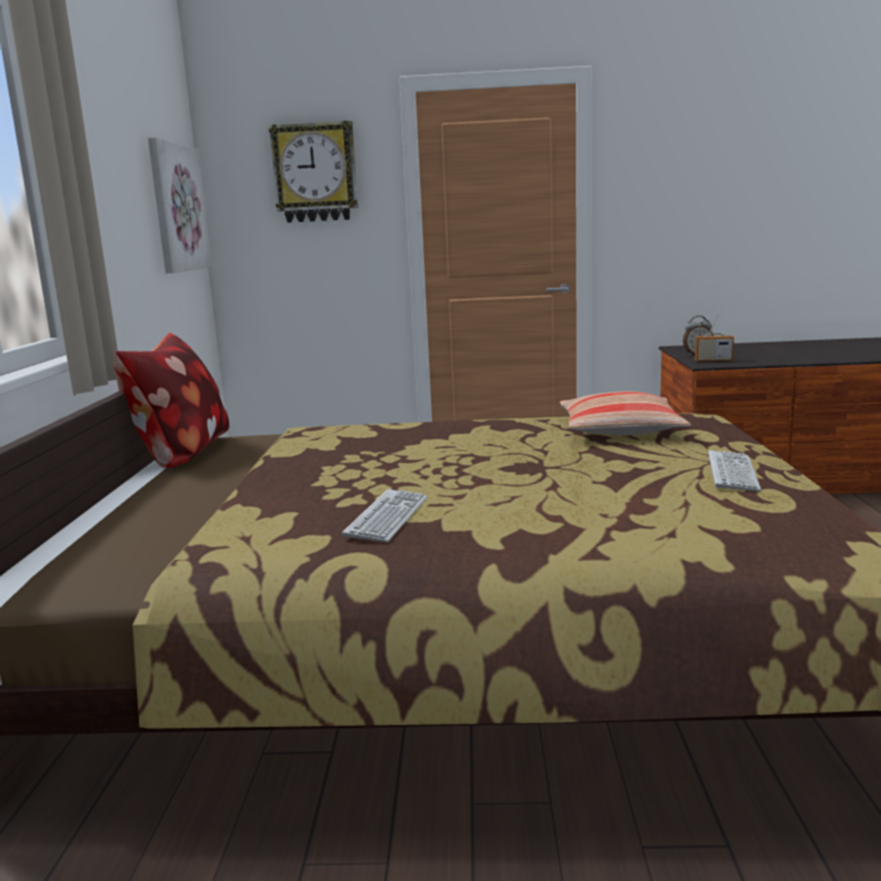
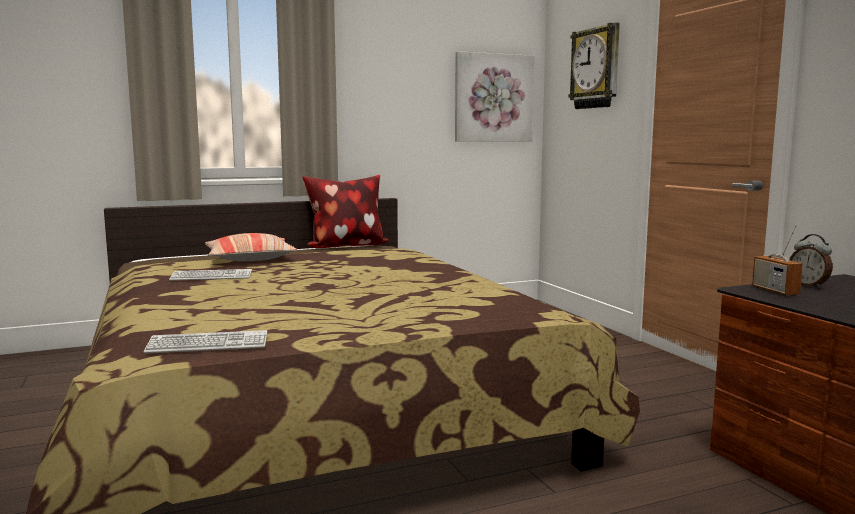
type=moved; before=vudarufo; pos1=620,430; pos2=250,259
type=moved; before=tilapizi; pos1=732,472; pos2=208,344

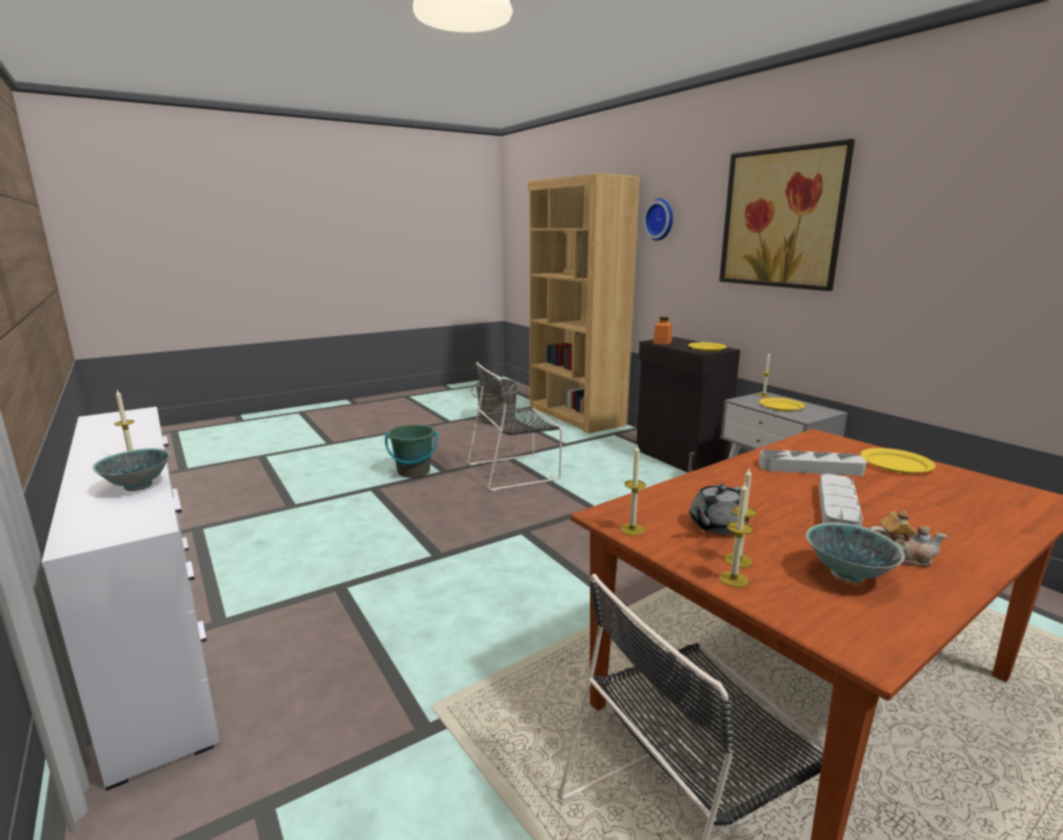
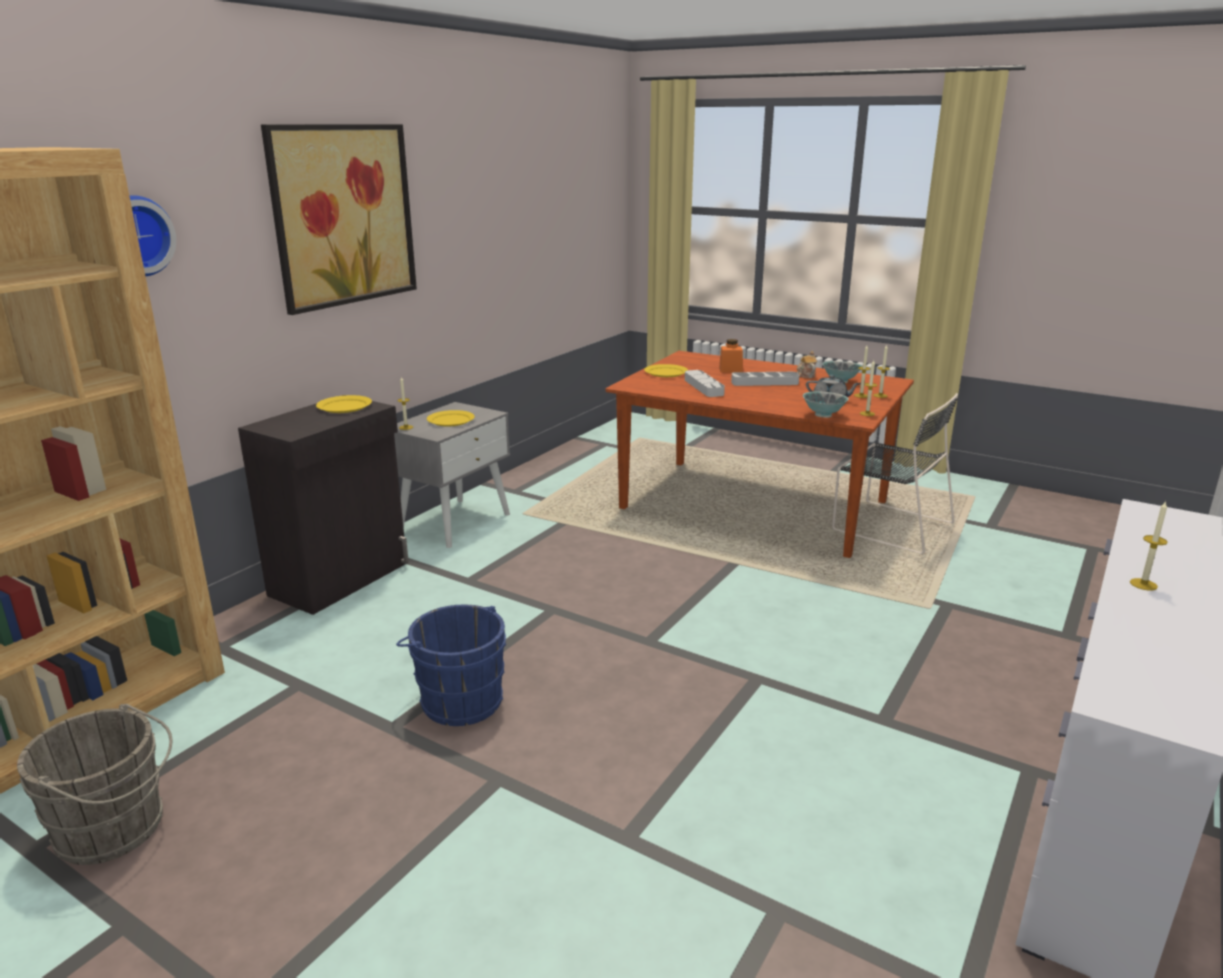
type=moved; before=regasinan; pos1=138,486; pos2=823,416
type=removed; before=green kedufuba; pos1=413,472
type=replaced; before=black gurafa; after=blue kedufuba; pos1=516,471; pos2=459,699
type=moved; before=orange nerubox; pos1=662,342; pos2=730,370

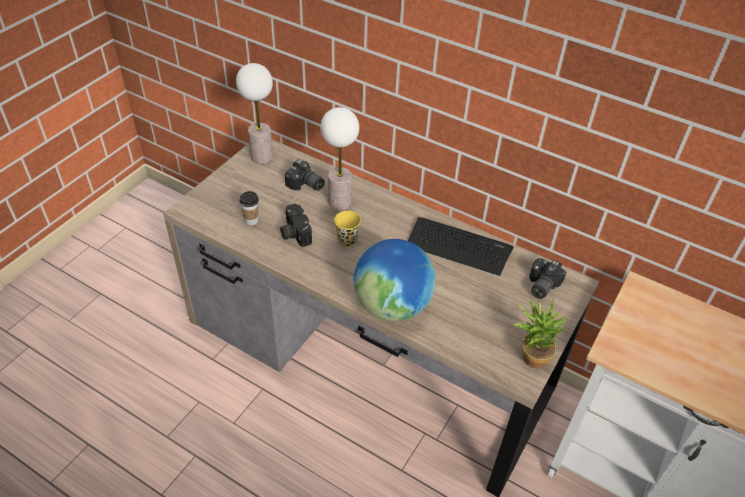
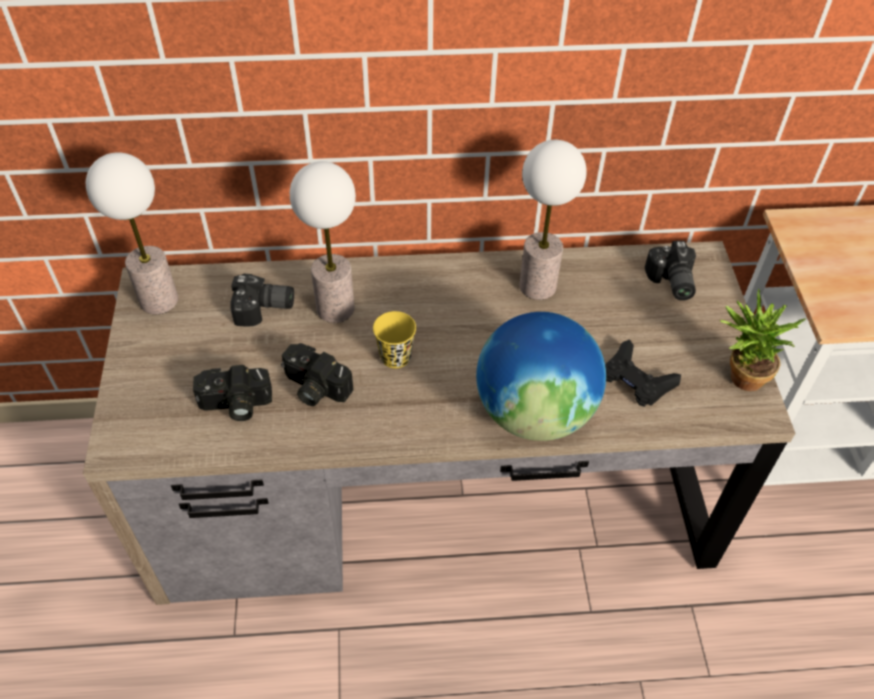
type=replaced; before=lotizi; after=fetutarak; pos1=251,220; pos2=235,405
type=replaced; before=tilapizi; after=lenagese; pos1=458,246; pos2=538,285
type=added; after=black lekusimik; pos2=636,379

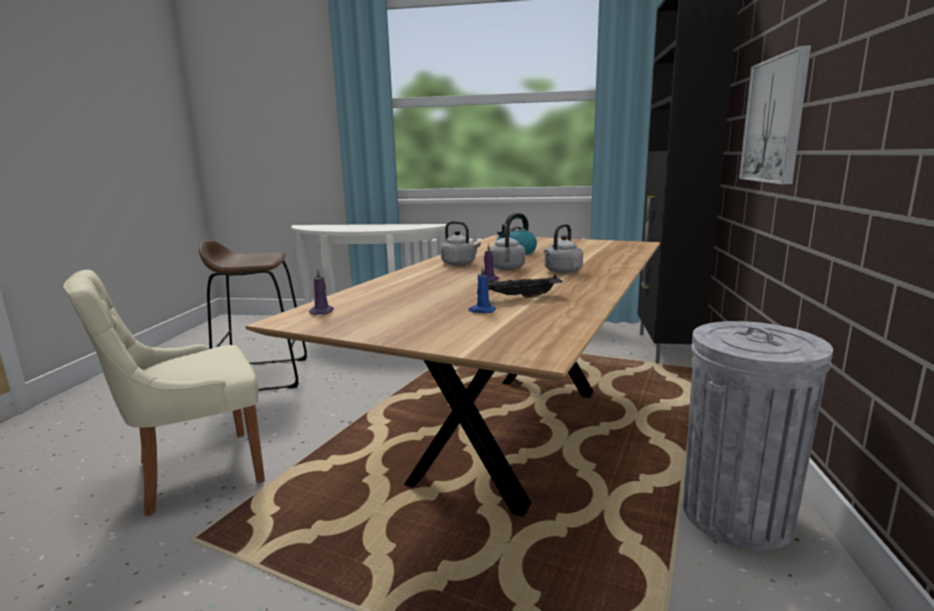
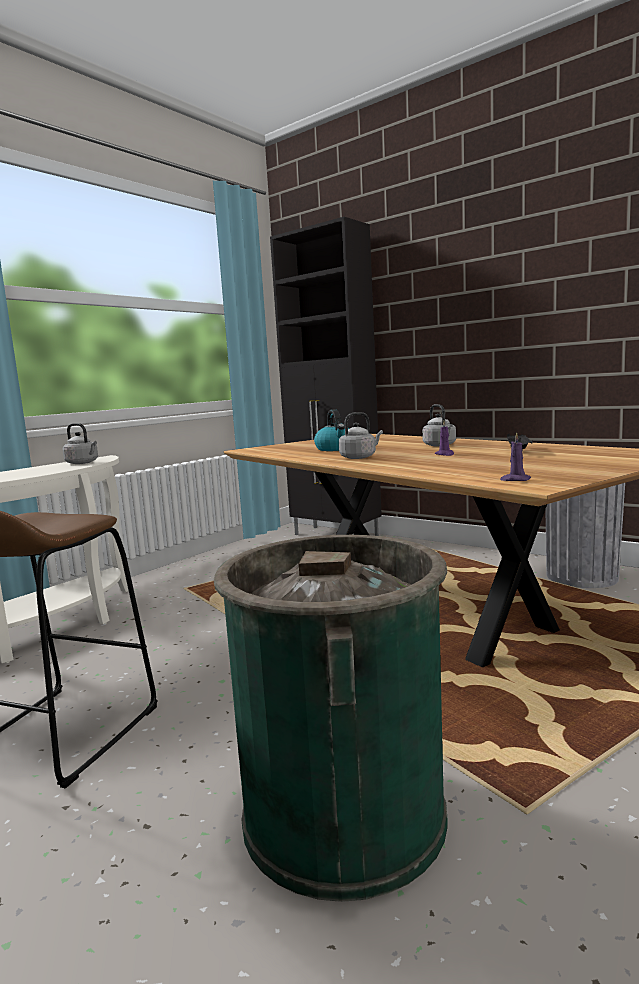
type=replaced; before=beige gurafa; after=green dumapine; pos1=194,472; pos2=343,813
type=removed; before=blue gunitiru; pos1=481,311
type=moved; before=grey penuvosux; pos1=507,268; pos2=83,463
type=removed; before=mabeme; pos1=774,120

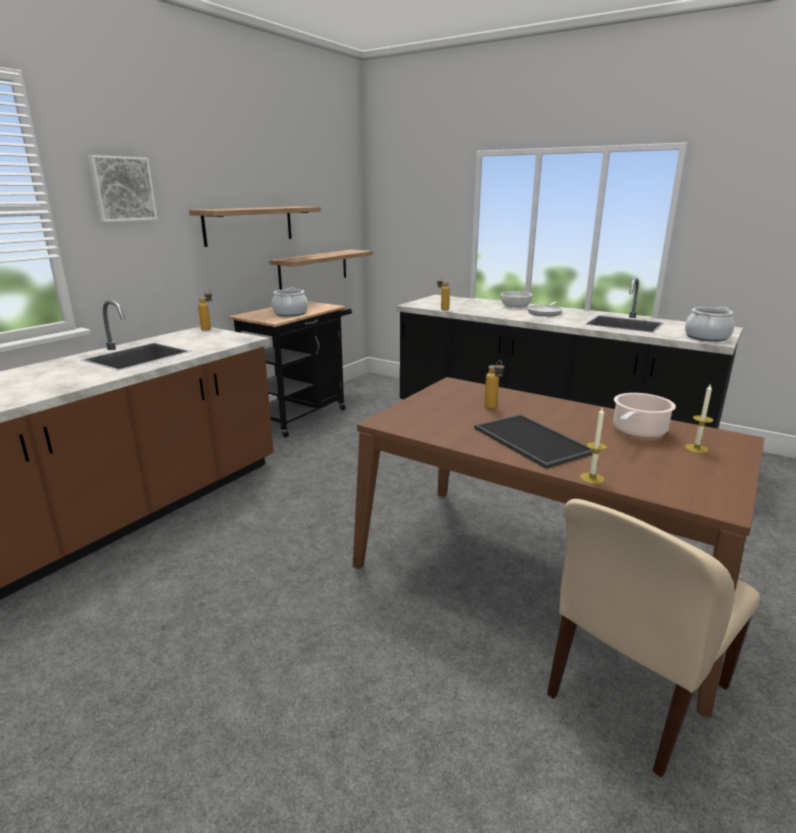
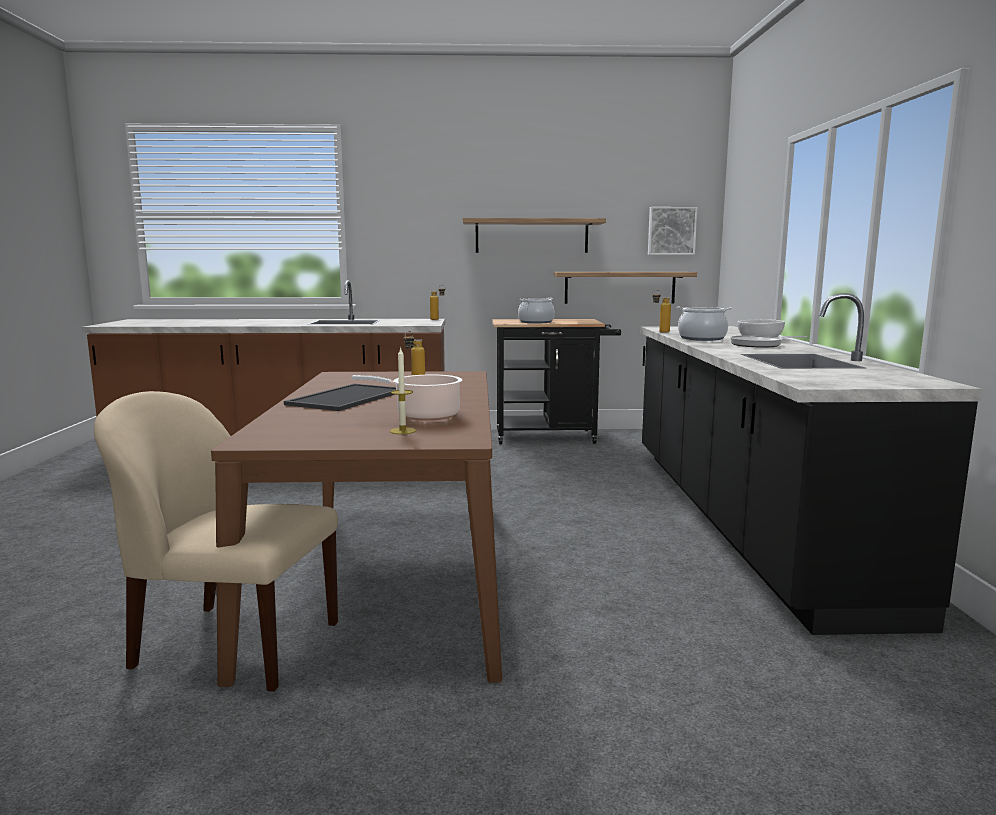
type=moved; before=mabeme; pos1=122,189; pos2=671,231
type=removed; before=gunitiru; pos1=592,478
type=moved; before=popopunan; pos1=707,337; pos2=702,338

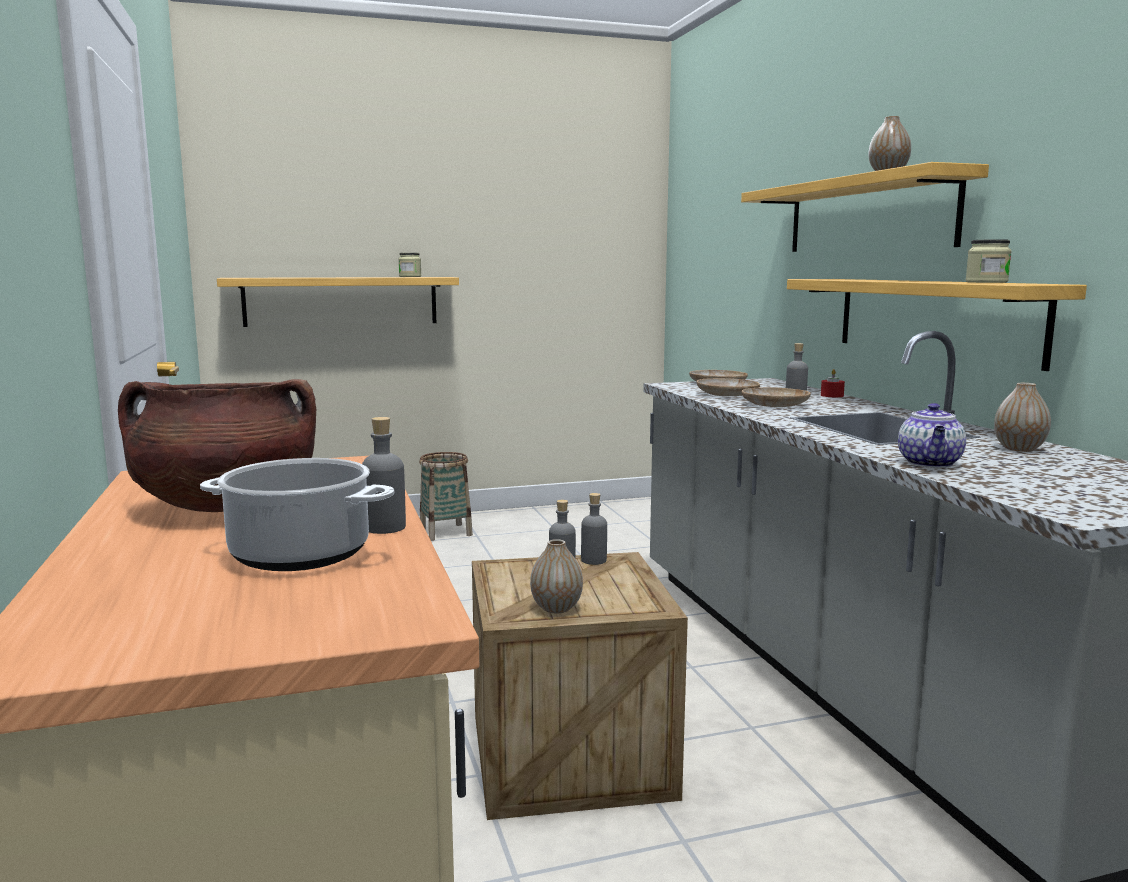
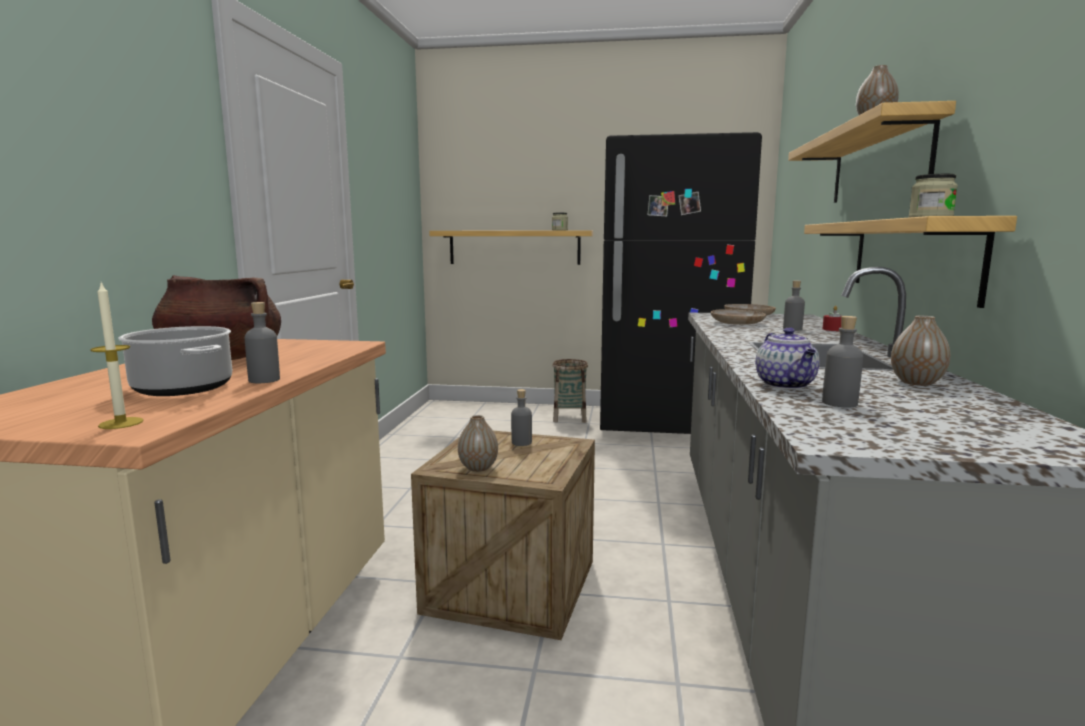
type=moved; before=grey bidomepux; pos1=594,560; pos2=839,403
type=removed; before=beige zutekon; pos1=774,405
type=turned; before=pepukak; pos1=930,464; pos2=786,385; turn=-45
type=added; after=gunitiru; pos2=121,423
type=added; after=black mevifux; pos2=666,423

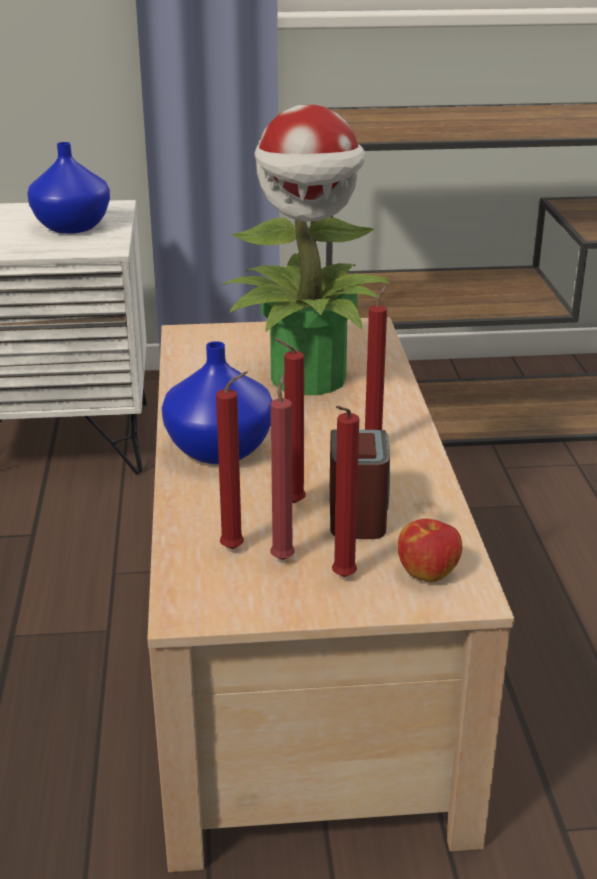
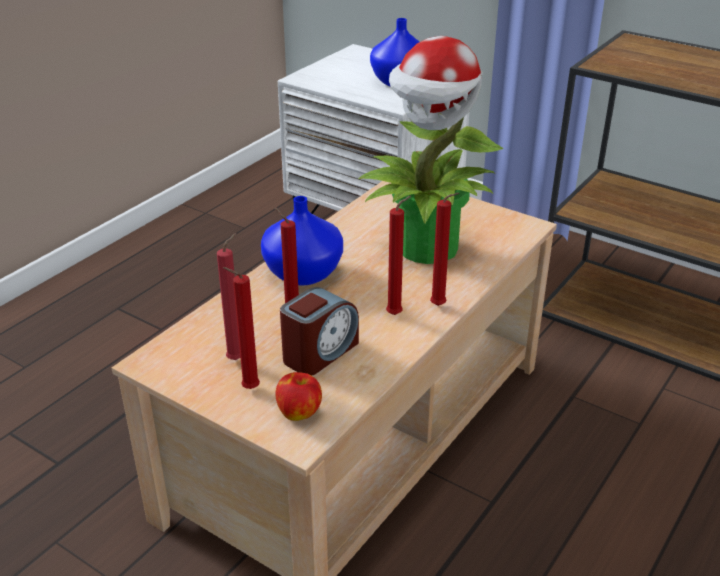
type=moved; before=red gunitiru; pos1=236,548; pos2=440,306

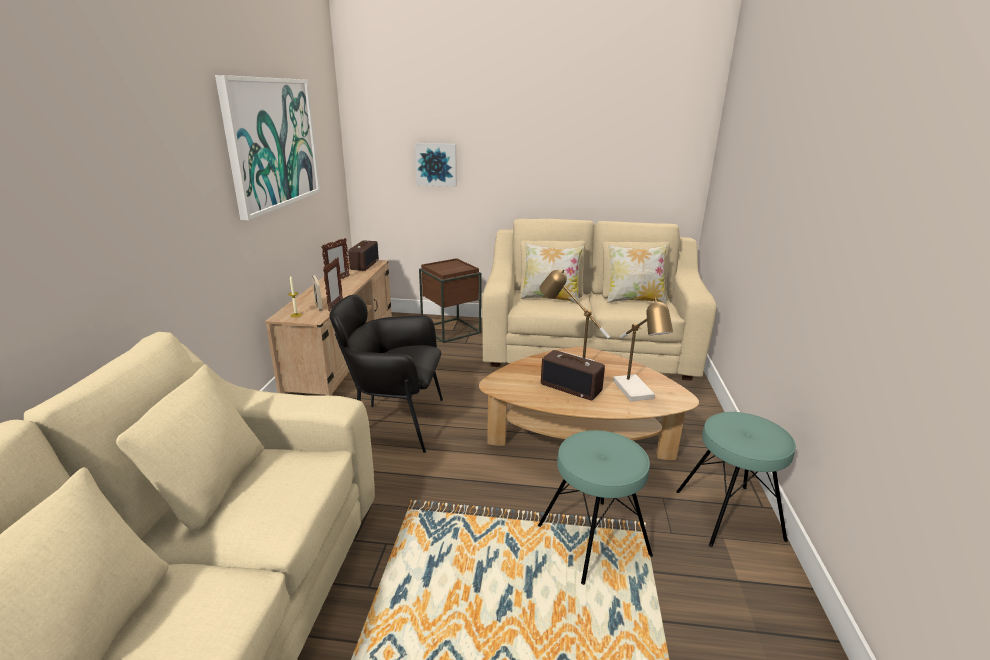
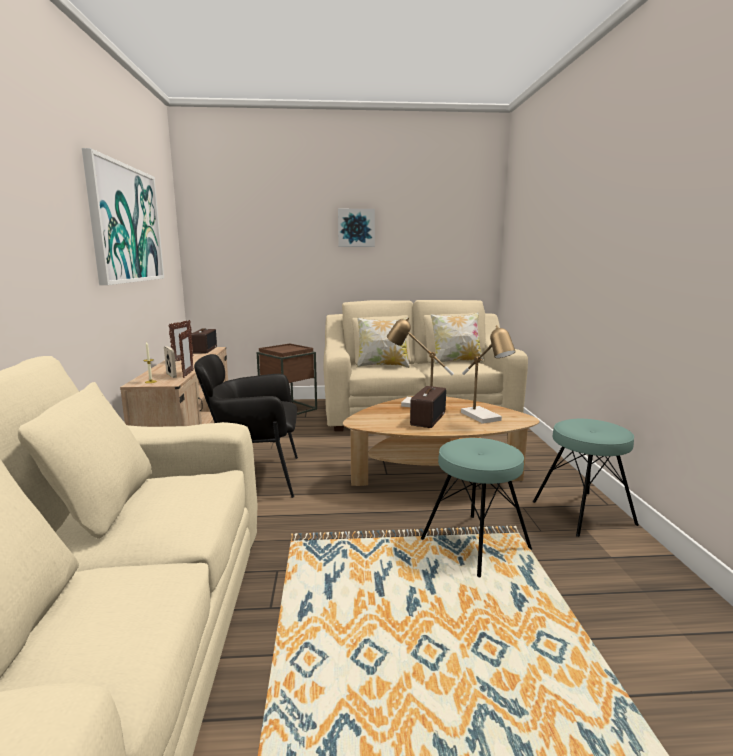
type=moved; before=mabeme; pos1=436,164; pos2=356,228
type=turned; before=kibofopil; pos1=571,387; pos2=427,419; turn=-90

